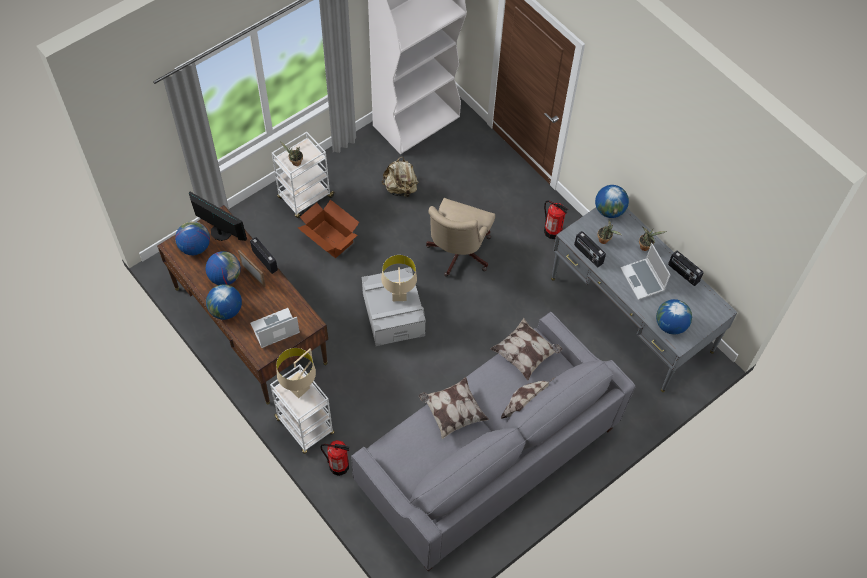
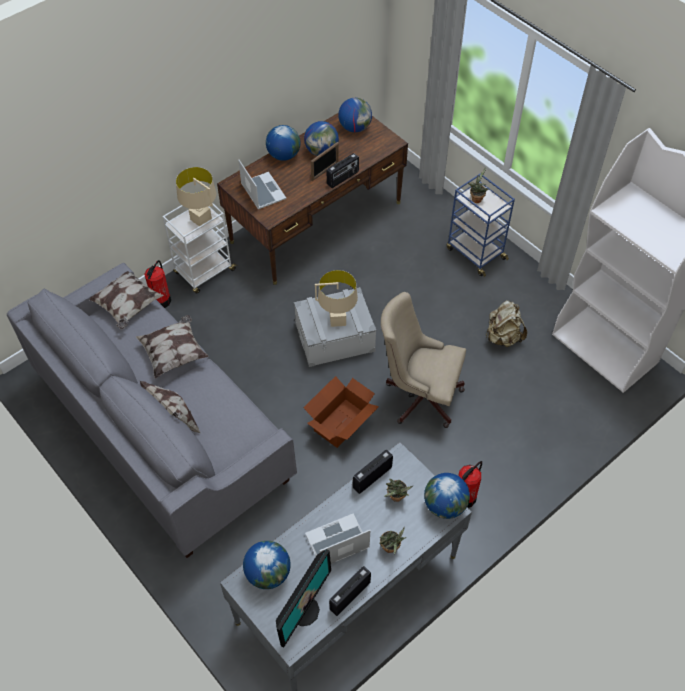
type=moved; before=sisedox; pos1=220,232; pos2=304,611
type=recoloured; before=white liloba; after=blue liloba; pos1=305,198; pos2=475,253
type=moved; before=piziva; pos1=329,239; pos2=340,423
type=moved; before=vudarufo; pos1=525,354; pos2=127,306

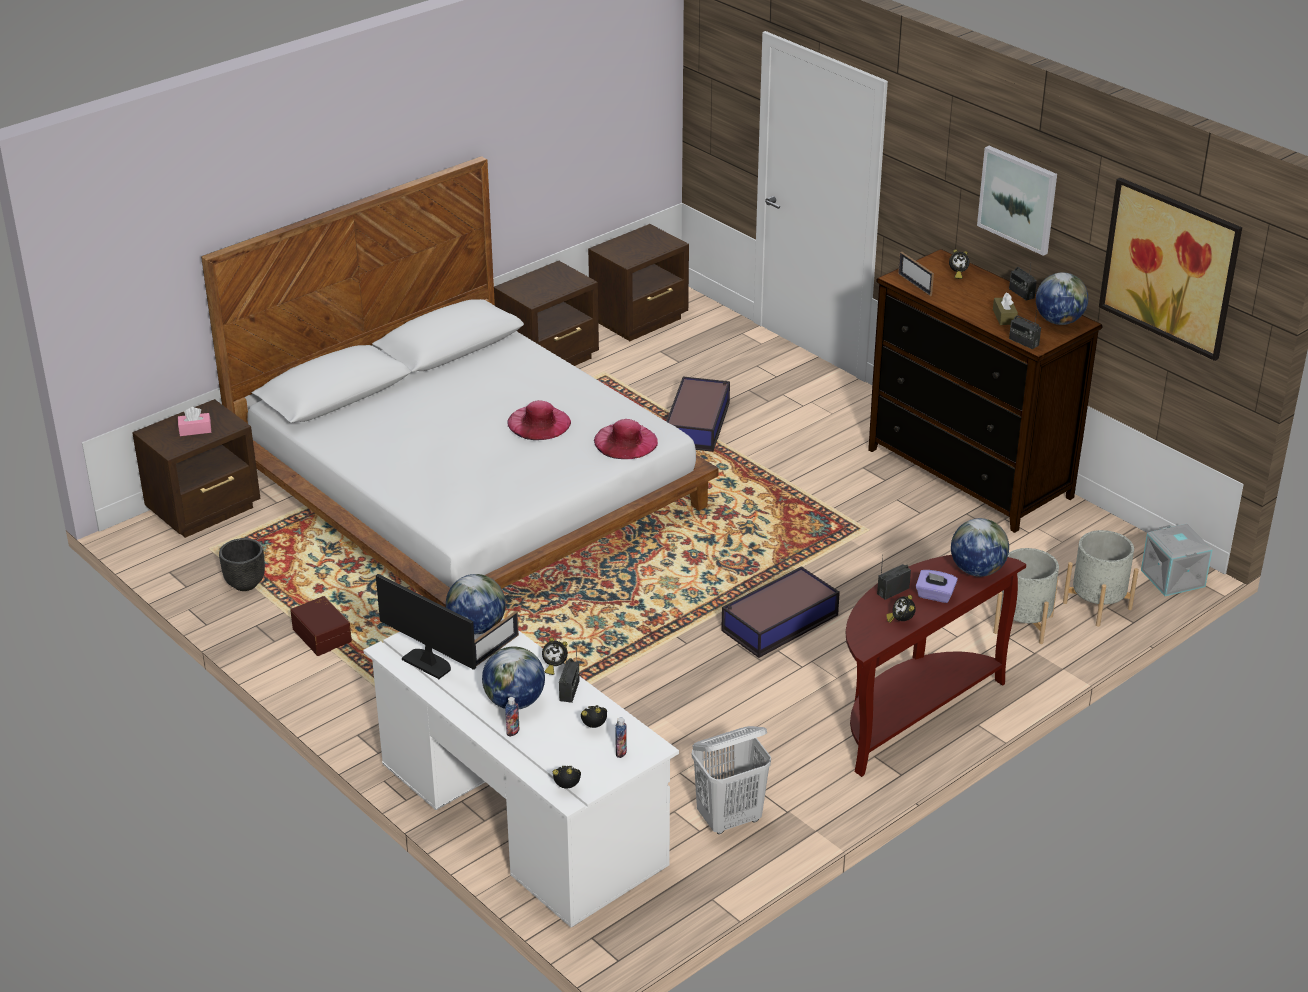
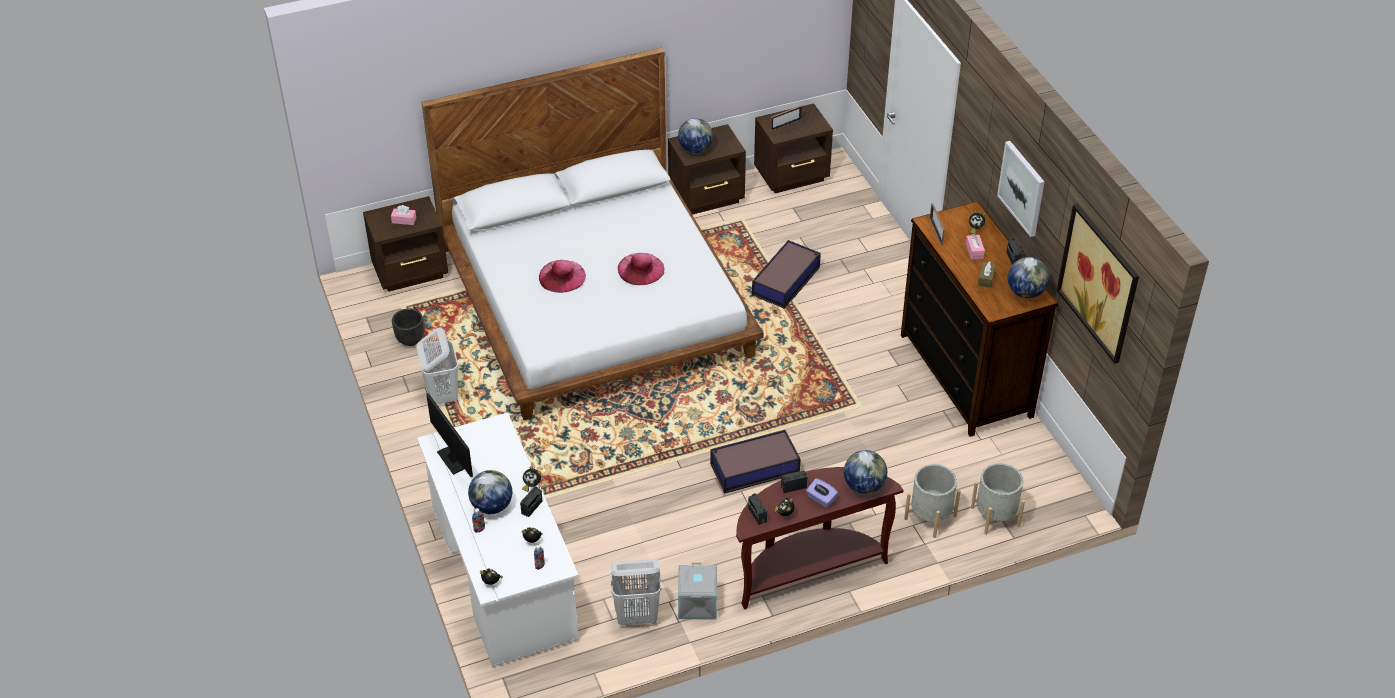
type=replaced; before=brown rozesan; after=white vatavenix; pos1=323,634; pos2=442,395
type=moved; before=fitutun; pos1=476,627; pos2=695,149
type=moved; before=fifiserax; pos1=496,650; pos2=786,125
type=moved; before=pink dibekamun; pos1=625,441; pos2=562,276
type=moved; before=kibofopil; pos1=1023,342; pos2=757,515
type=moved; before=grey rozesan; pos1=1174,578; pos2=698,604
type=added; after=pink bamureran; pos2=974,251

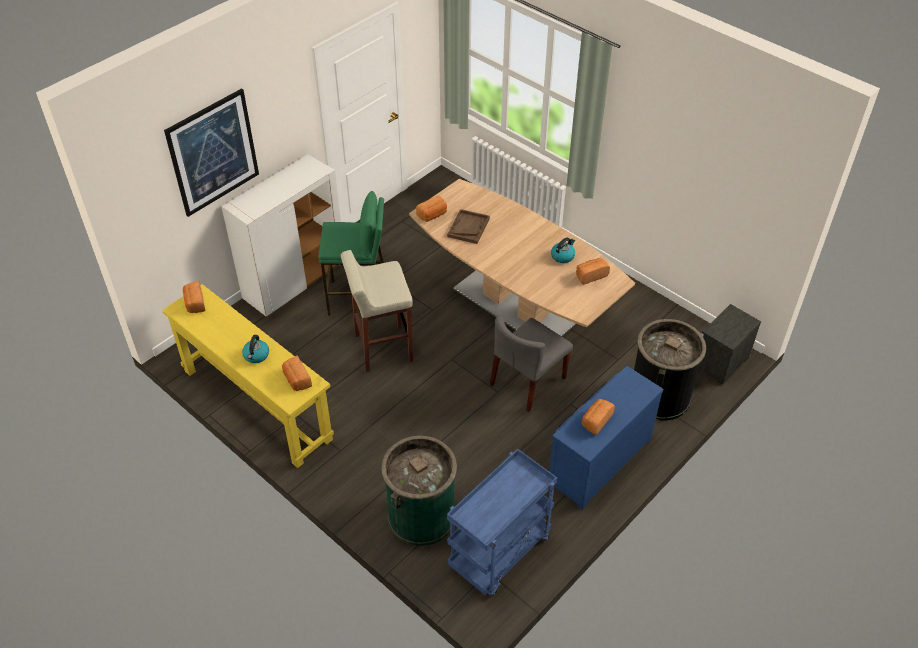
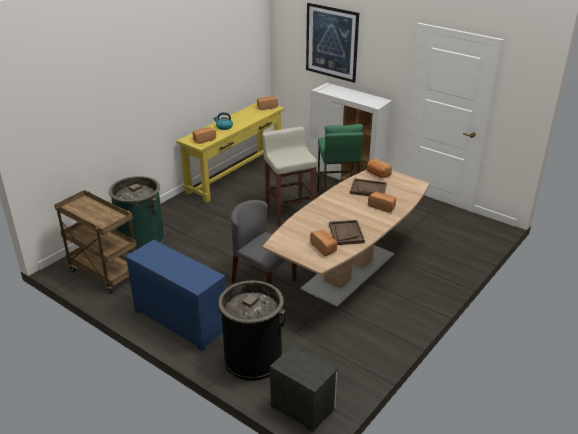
type=recoloured; before=blue liloba; after=brown liloba; pos1=499,554; pos2=103,272
type=replaced; before=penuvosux; after=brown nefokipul; pos1=563,256; pos2=346,233
type=moved; before=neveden; pos1=596,421; pos2=382,207

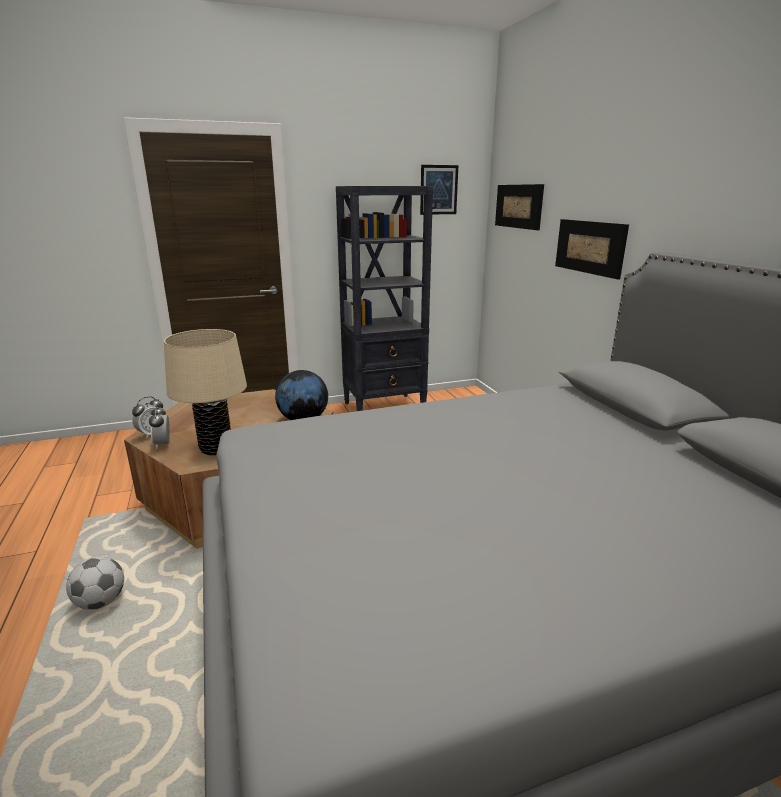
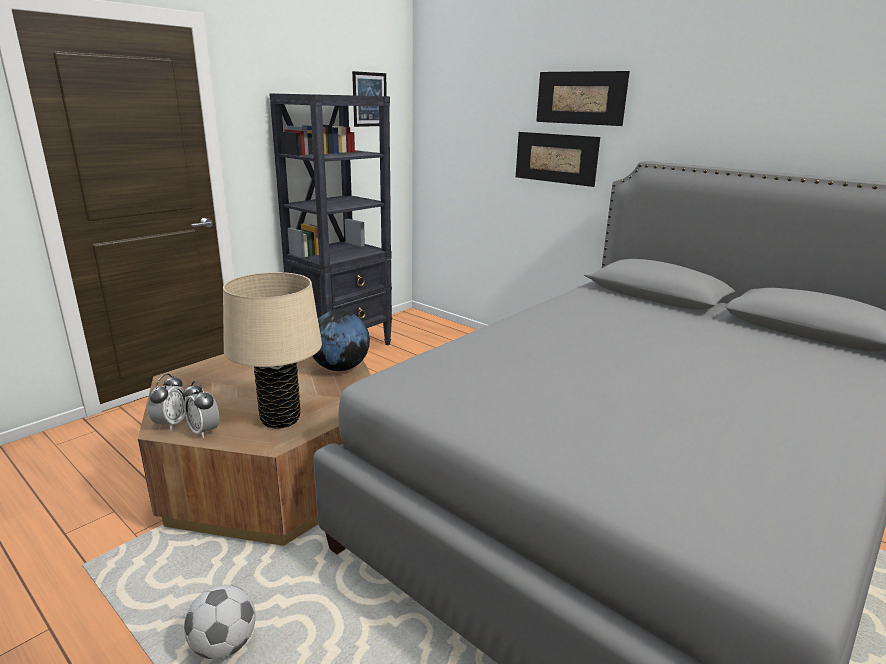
type=moved; before=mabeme; pos1=518,206; pos2=580,98

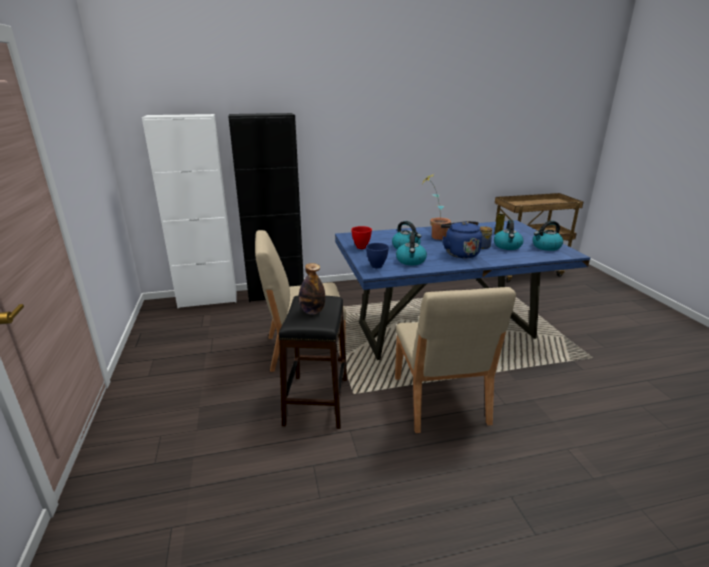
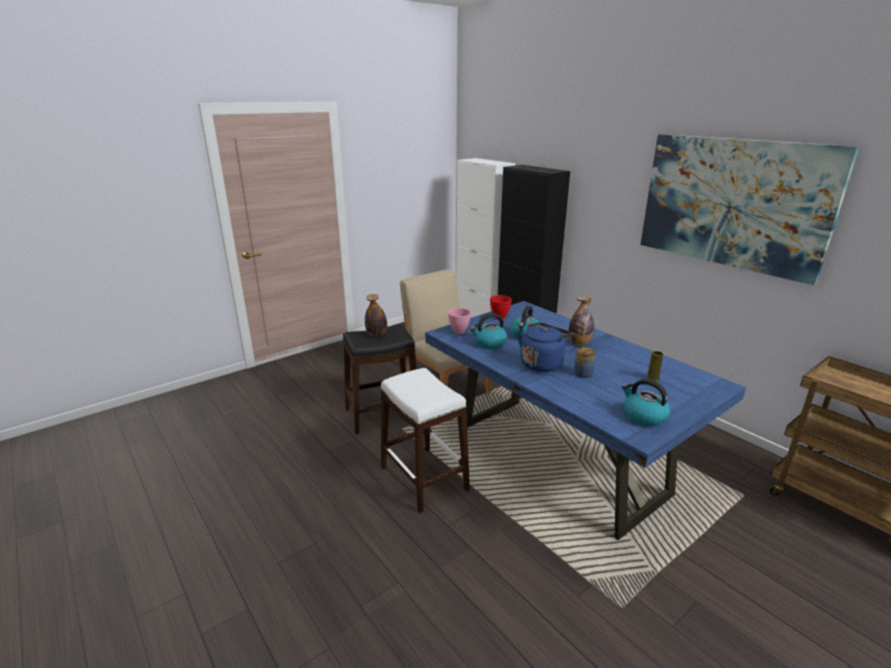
type=recoloured; before=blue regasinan; after=pink regasinan; pos1=377,266; pos2=459,332
type=replaced; before=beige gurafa; after=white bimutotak; pos1=439,401; pos2=423,479
type=replaced; before=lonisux; after=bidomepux; pos1=434,237; pos2=579,343
type=removed; before=penuvosux; pos1=507,246
type=added; after=mabeme; pos2=732,203

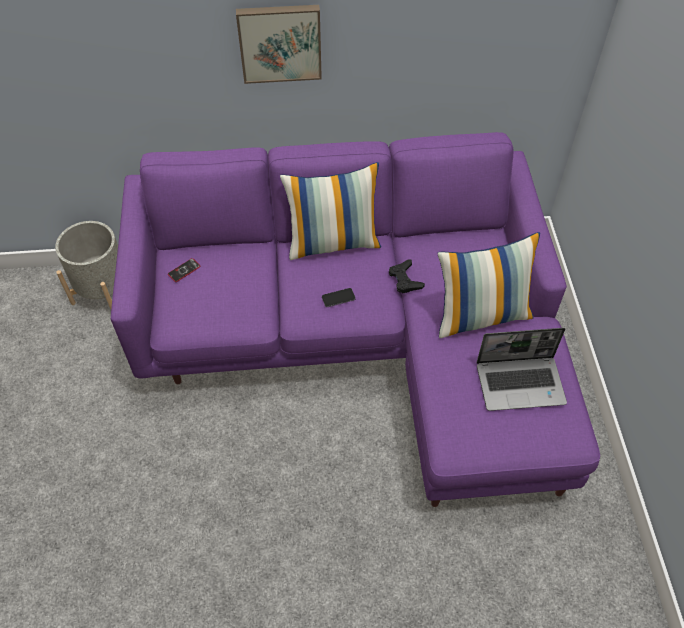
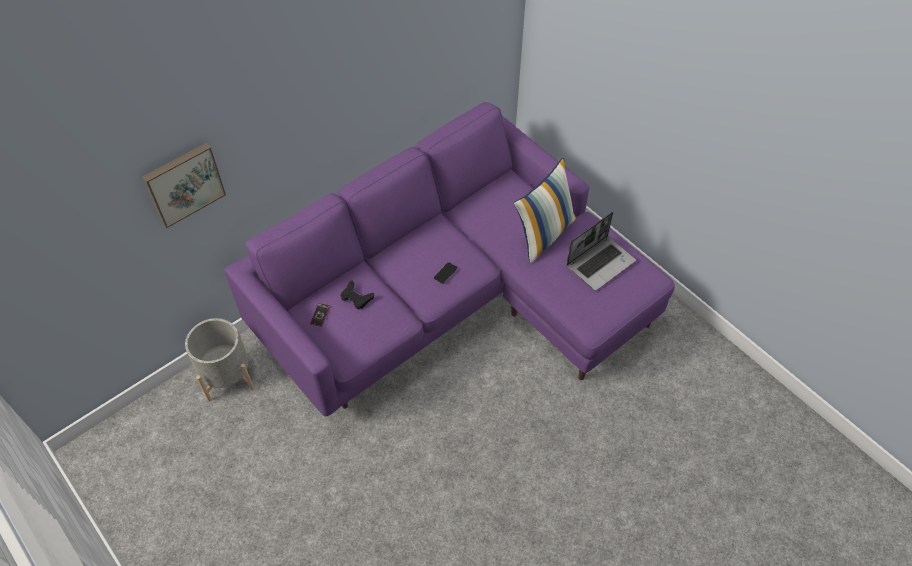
type=moved; before=mabeme; pos1=280,42; pos2=183,183
type=removed; before=vudarufo; pos1=333,242
type=moved; before=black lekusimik; pos1=405,279; pos2=356,297

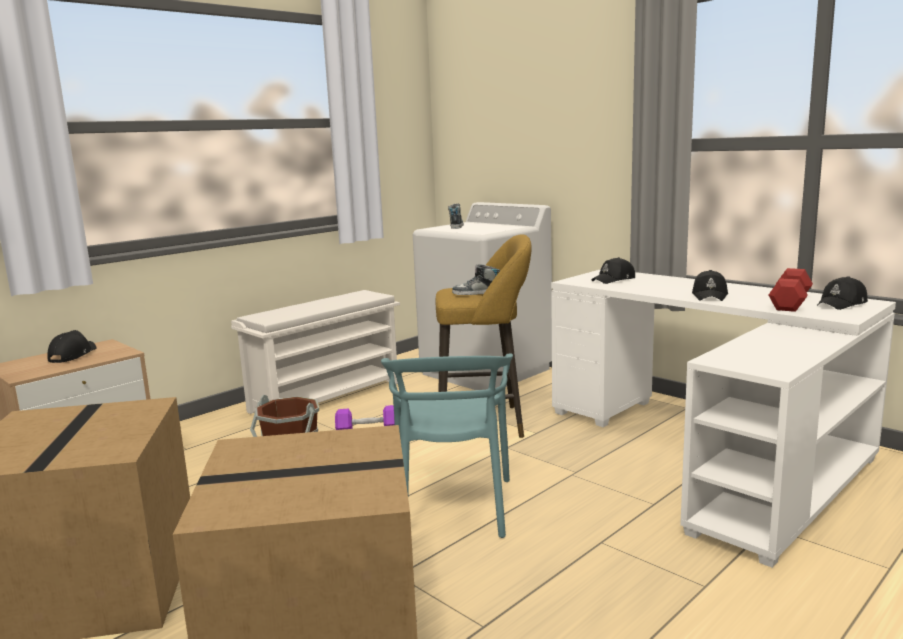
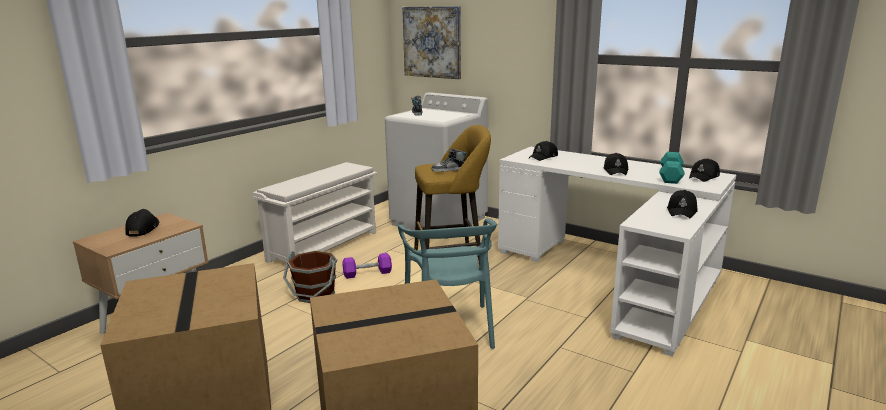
type=recoloured; before=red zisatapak; after=turquoise zisatapak; pos1=790,303; pos2=670,176
type=added; after=mabeme; pos2=432,42
type=added; after=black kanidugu; pos2=682,211

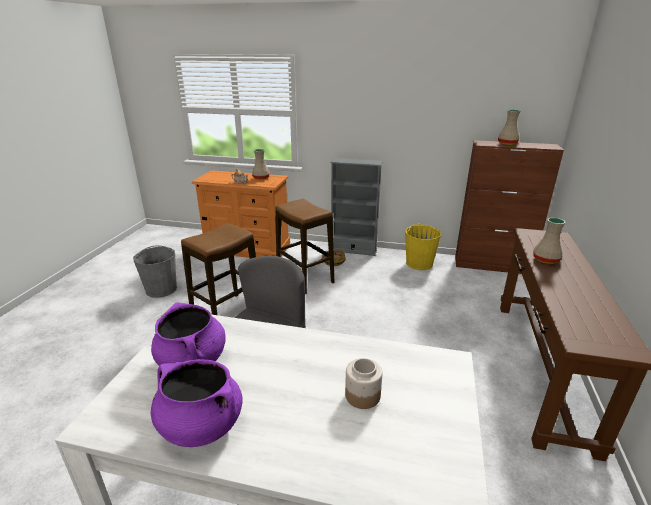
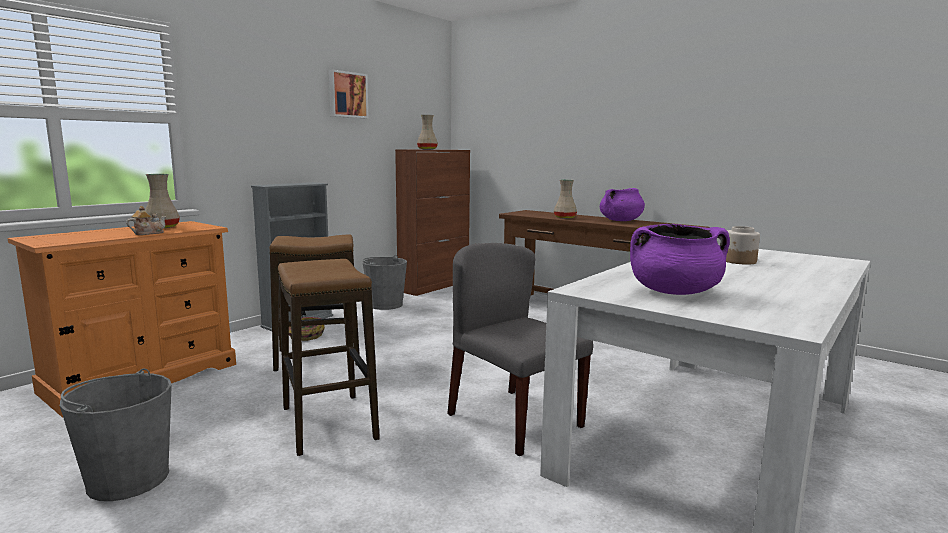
type=moved; before=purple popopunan; pos1=201,425; pos2=620,220
type=recoloured; before=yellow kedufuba; after=grey kedufuba; pos1=419,263; pos2=385,305
type=added; after=mabeme; pos2=347,95

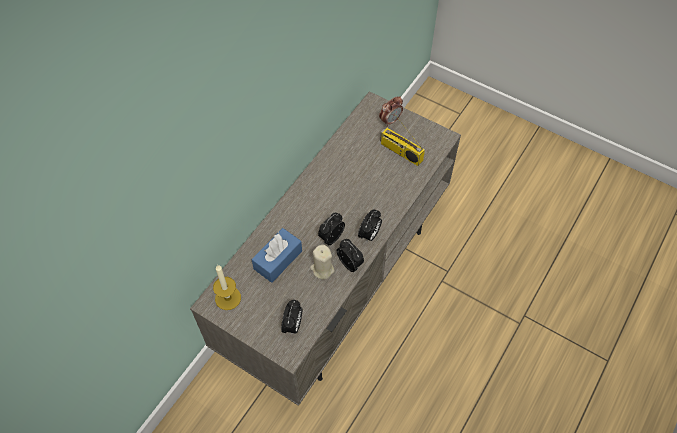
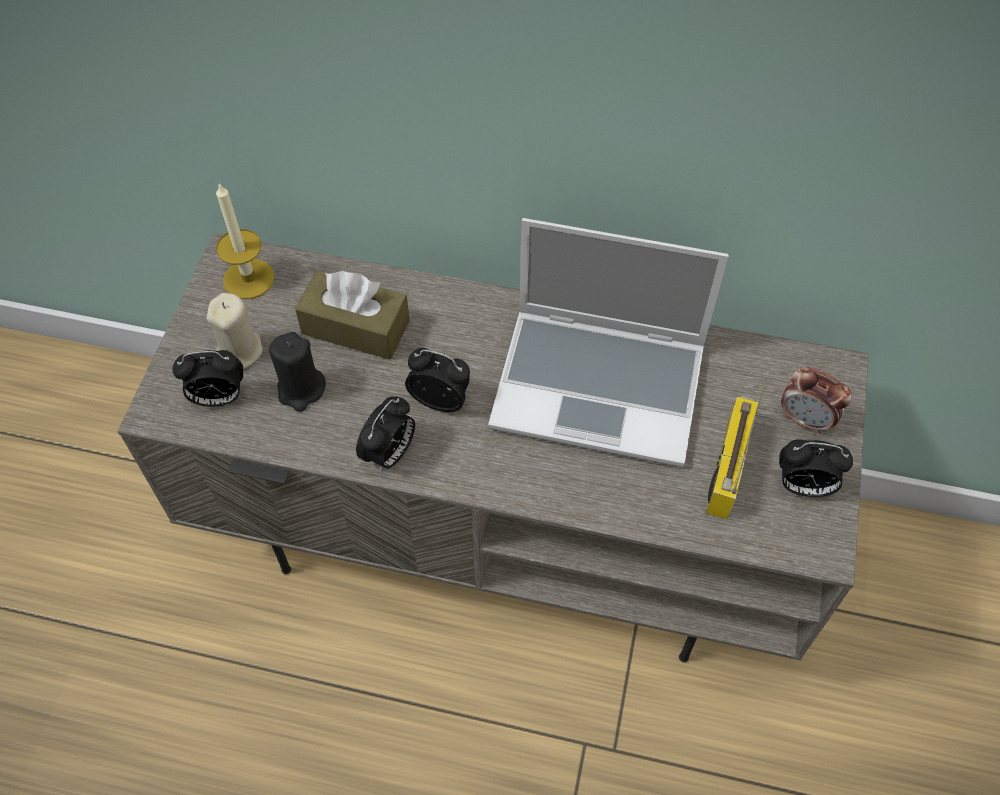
type=recoloured; before=blue bamureran; after=brown bamureran; pos1=278,260; pos2=355,327
type=moved; before=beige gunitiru; pos1=322,269; pos2=240,350
type=moved; before=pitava; pos1=369,235; pos2=803,486
type=added; after=black gunitiru; pos2=301,389
type=added; after=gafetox; pos2=601,386

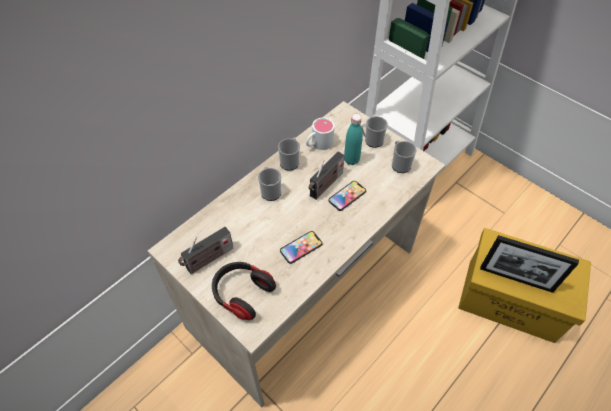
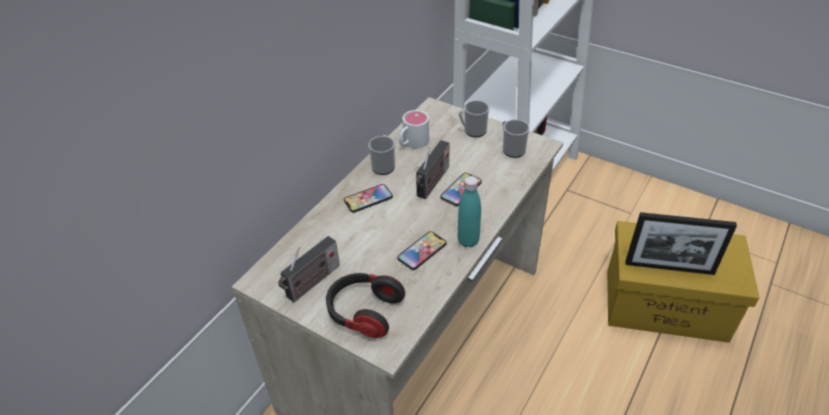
type=replaced; before=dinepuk; after=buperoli; pos1=270,191; pos2=368,199
type=moved; before=turquoise bidomepux; pos1=351,160; pos2=468,241

